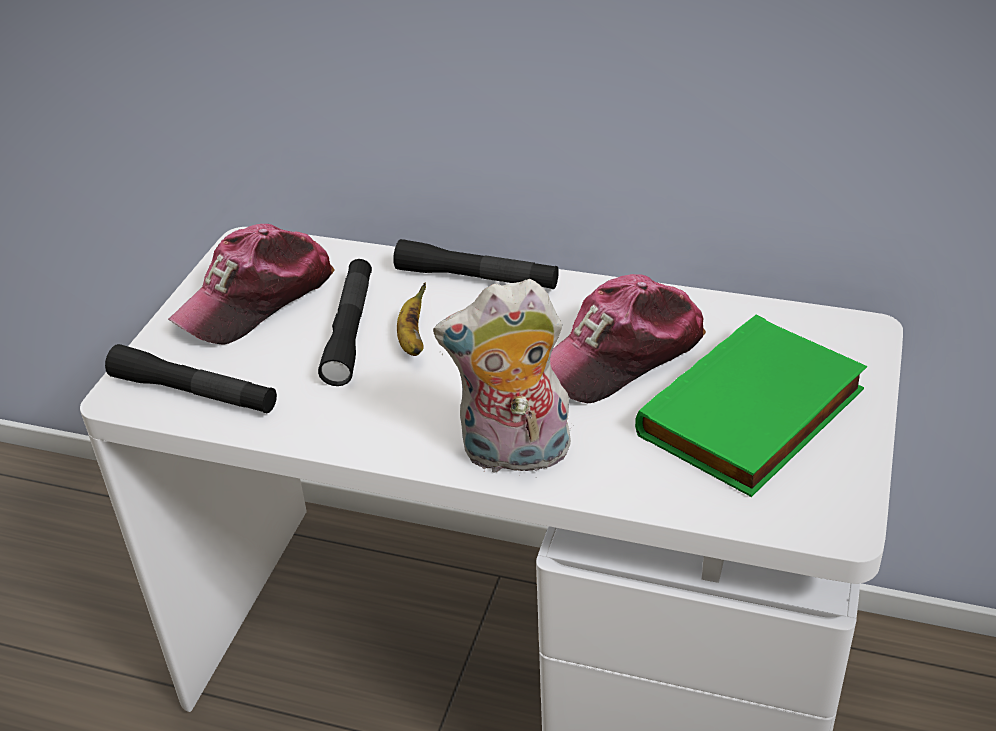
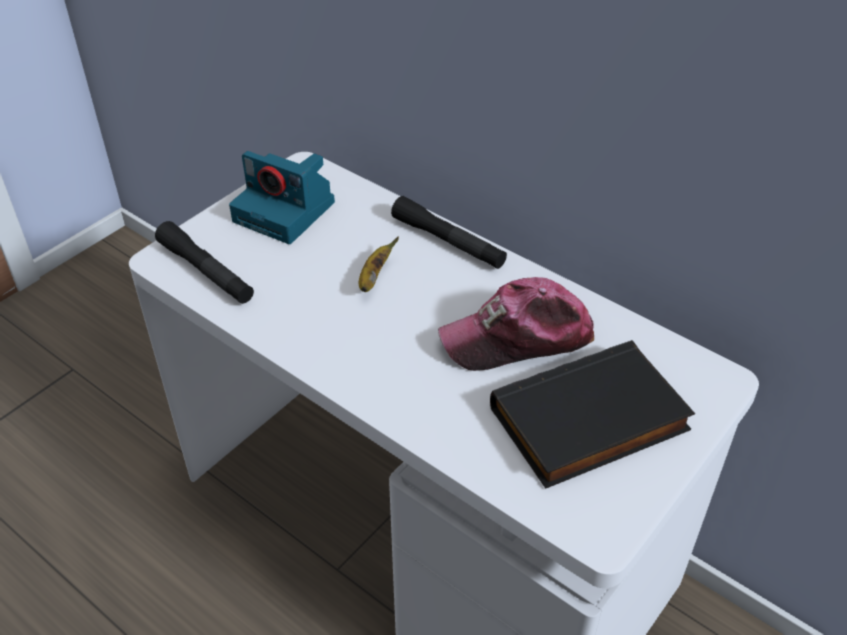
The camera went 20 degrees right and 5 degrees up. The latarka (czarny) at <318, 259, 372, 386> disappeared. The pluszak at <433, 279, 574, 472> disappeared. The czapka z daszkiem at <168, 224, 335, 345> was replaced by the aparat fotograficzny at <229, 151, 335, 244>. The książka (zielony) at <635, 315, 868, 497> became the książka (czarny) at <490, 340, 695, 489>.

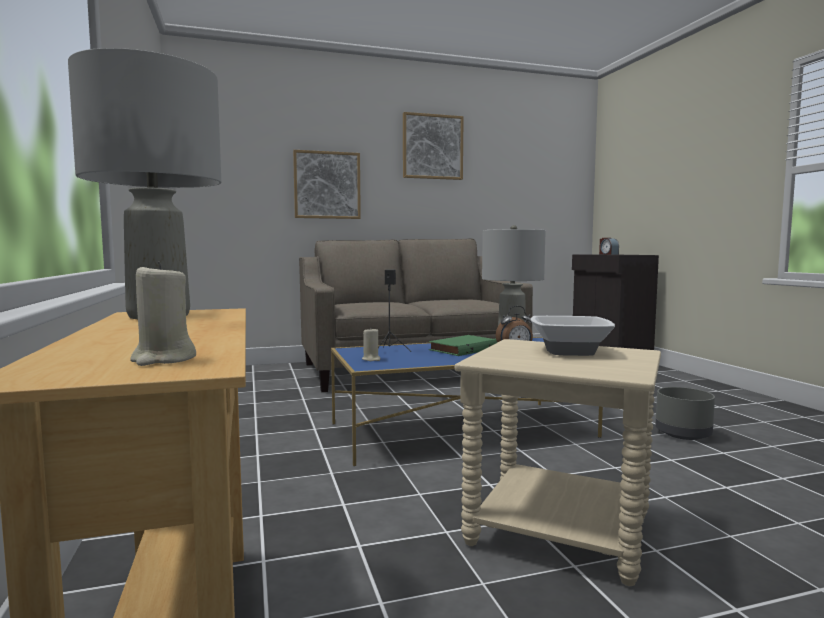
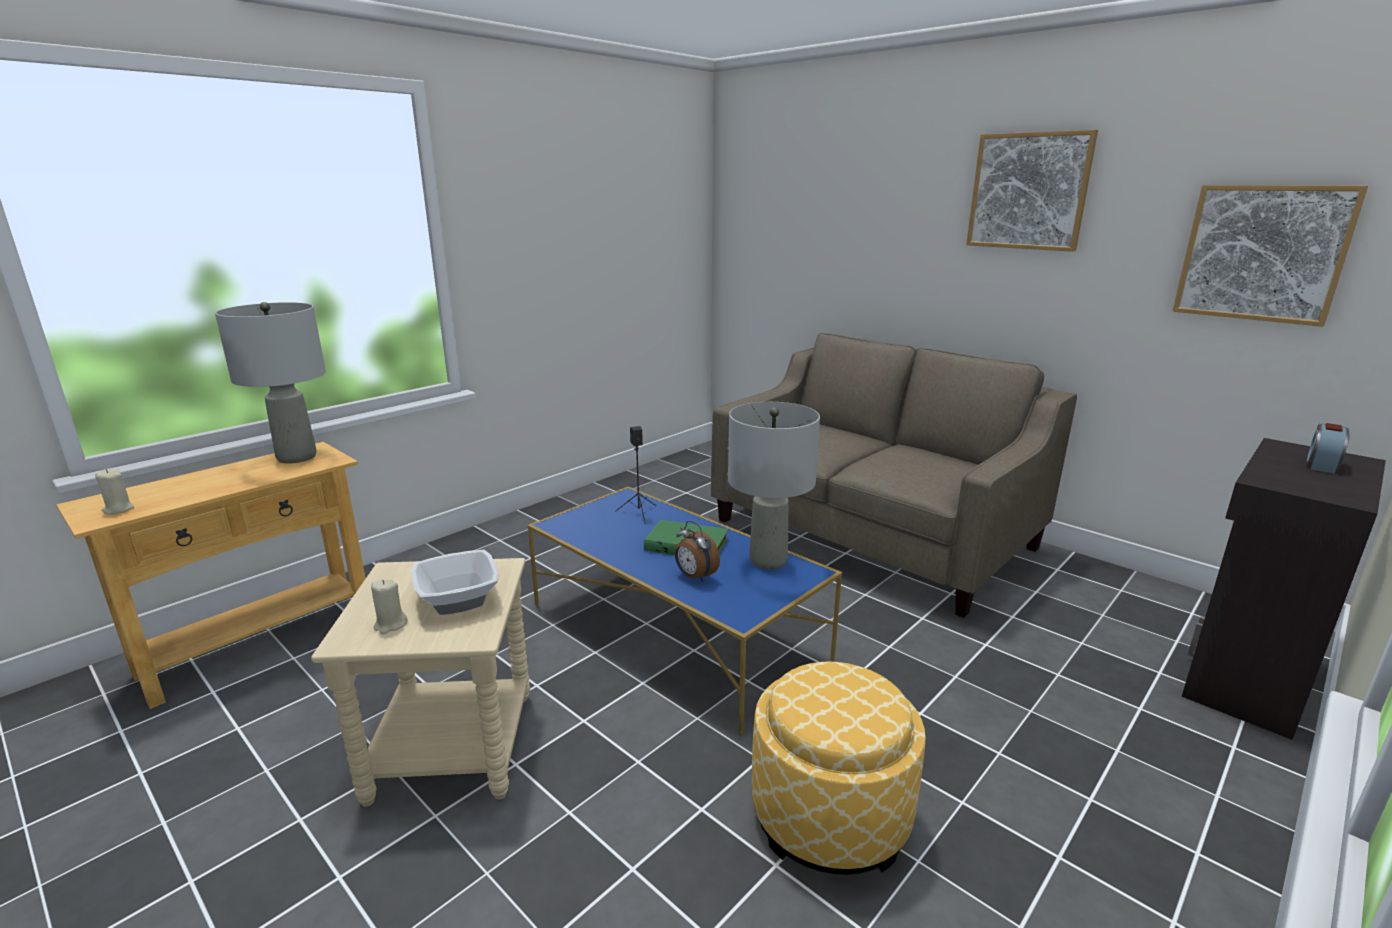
The camera went 60 degrees right and 15 degrees up. The obraz moved from <293, 150, 361, 219> to <1173, 185, 1368, 327>. The świeca (beżowy) moved from <362, 329, 380, 361> to <371, 580, 408, 634>. The donica (szary) at <655, 387, 715, 440> was replaced by the pufa at <752, 662, 926, 875>.

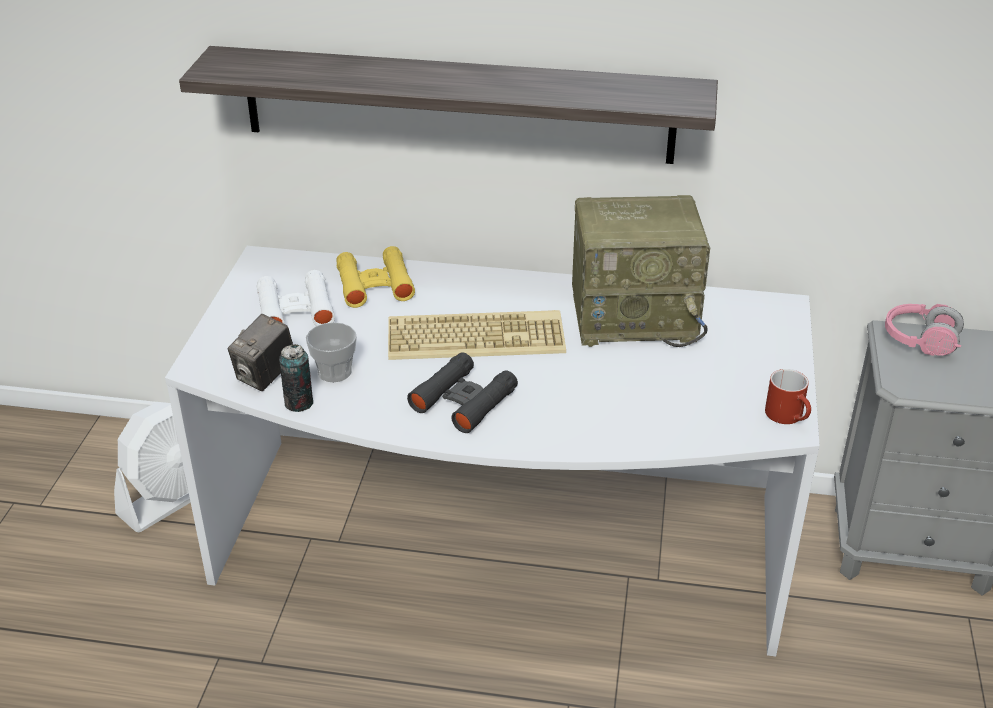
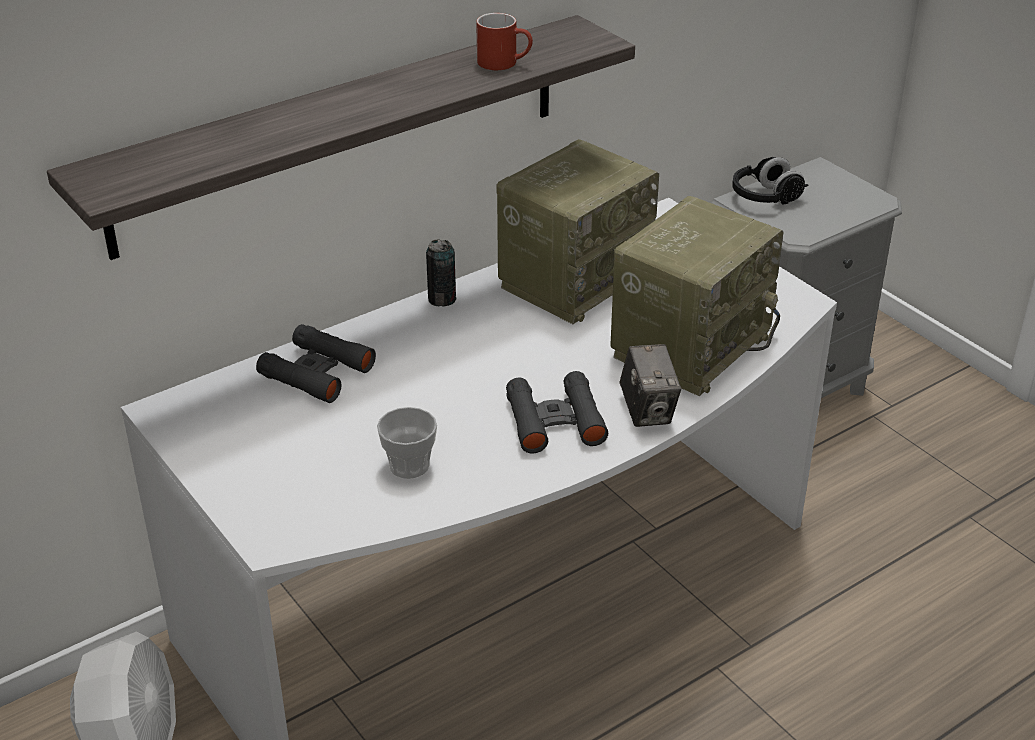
The camera went 45 degrees left and 0 degrees up. The lornetka (biały) at <257, 270, 335, 326> disappeared. The klawiatura at <388, 310, 566, 360> disappeared. The radio at <610, 196, 784, 396> appeared. The aparat fotograficzny moved from <228, 314, 293, 391> to <620, 344, 681, 427>. The puszka moved from <279, 344, 313, 412> to <426, 239, 457, 307>. The kubek (czerwony) moved from <765, 369, 811, 424> to <476, 13, 533, 70>. The lornetka (żółty) at <336, 246, 415, 308> became the lornetka (czarny) at <256, 324, 376, 403>. The słuchawki (różowy) at <885, 304, 964, 356> became the słuchawki (czarny) at <733, 157, 809, 205>.

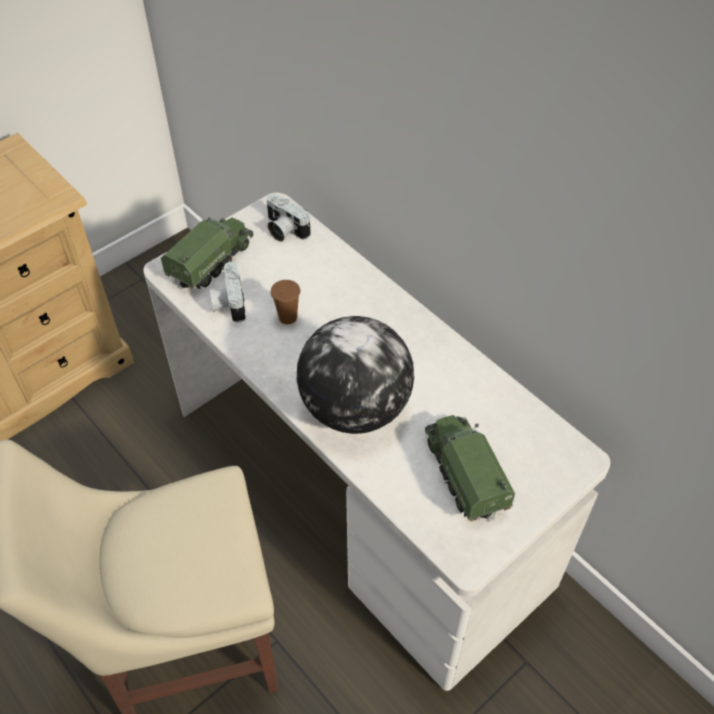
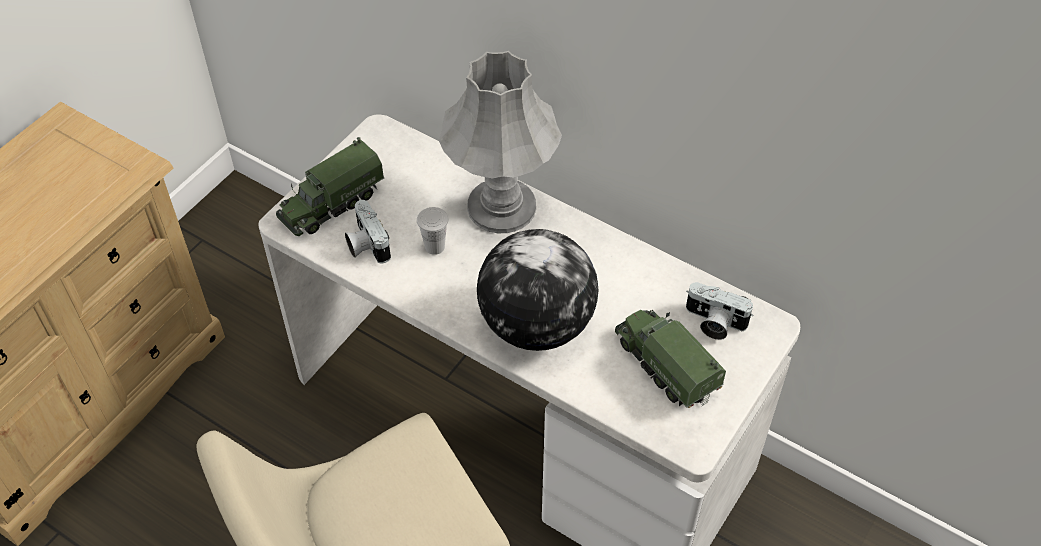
The camera went 15 degrees left and 0 degrees up. The lampa stołowa (szary) at <439, 51, 562, 233> appeared. The aparat fotograficzny moved from <266, 193, 311, 242> to <686, 282, 754, 340>. The filiżanka (brązowy) at <271, 280, 300, 324> became the filiżanka (biały) at <417, 207, 449, 255>. The ciężarówka zabawkowa at <161, 218, 253, 290> turned 150 degrees counterclockwise.

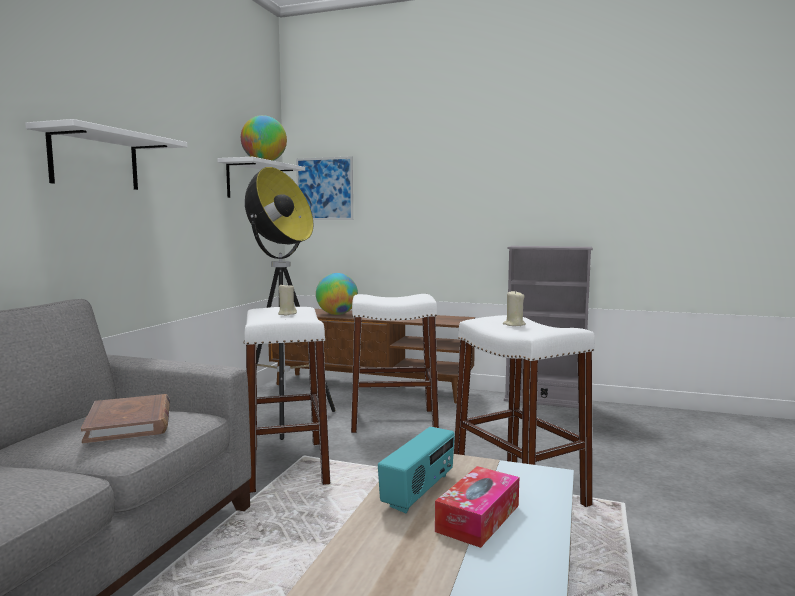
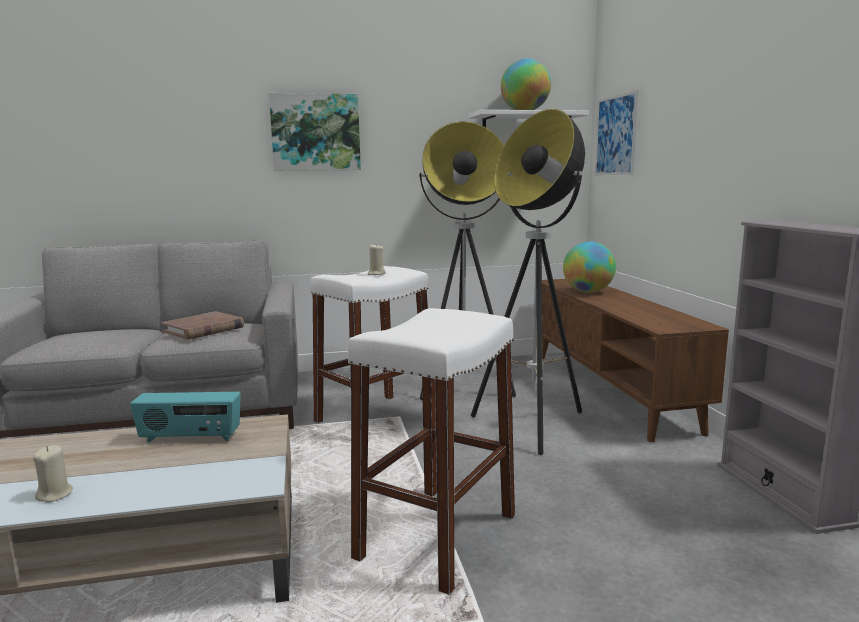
The camera went 60 degrees right and 5 degrees up. The pudełko chusteczek at <435, 466, 519, 548> disappeared. The świeca (beżowy) moved from <503, 290, 526, 326> to <33, 445, 73, 503>. The półka (biały) at <25, 119, 187, 190> was replaced by the obraz at <269, 93, 361, 171>. The stołek (biały) at <351, 294, 439, 433> was replaced by the lampa stojąca at <471, 109, 585, 455>.

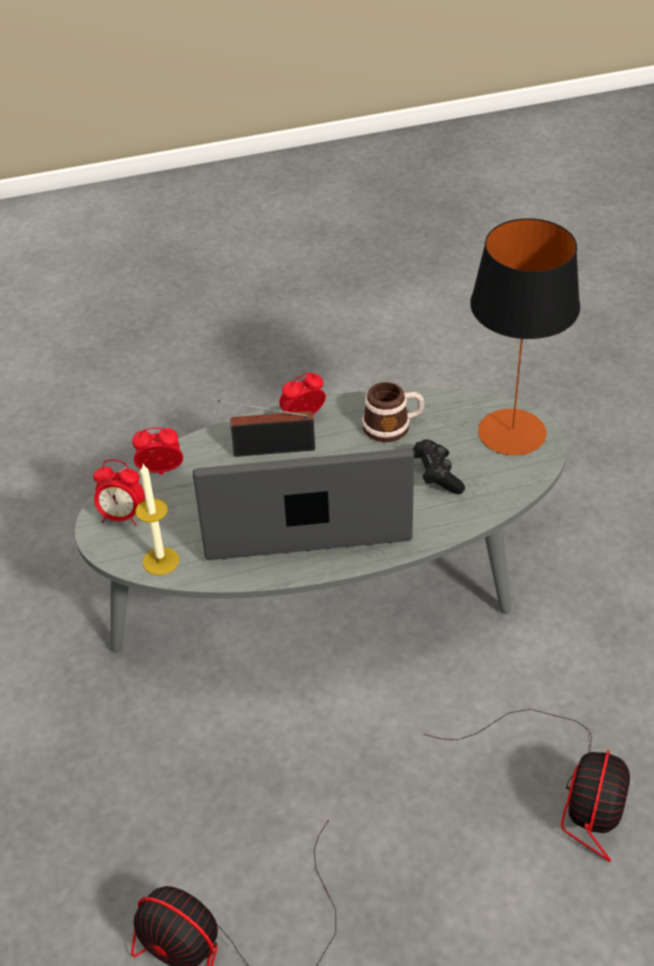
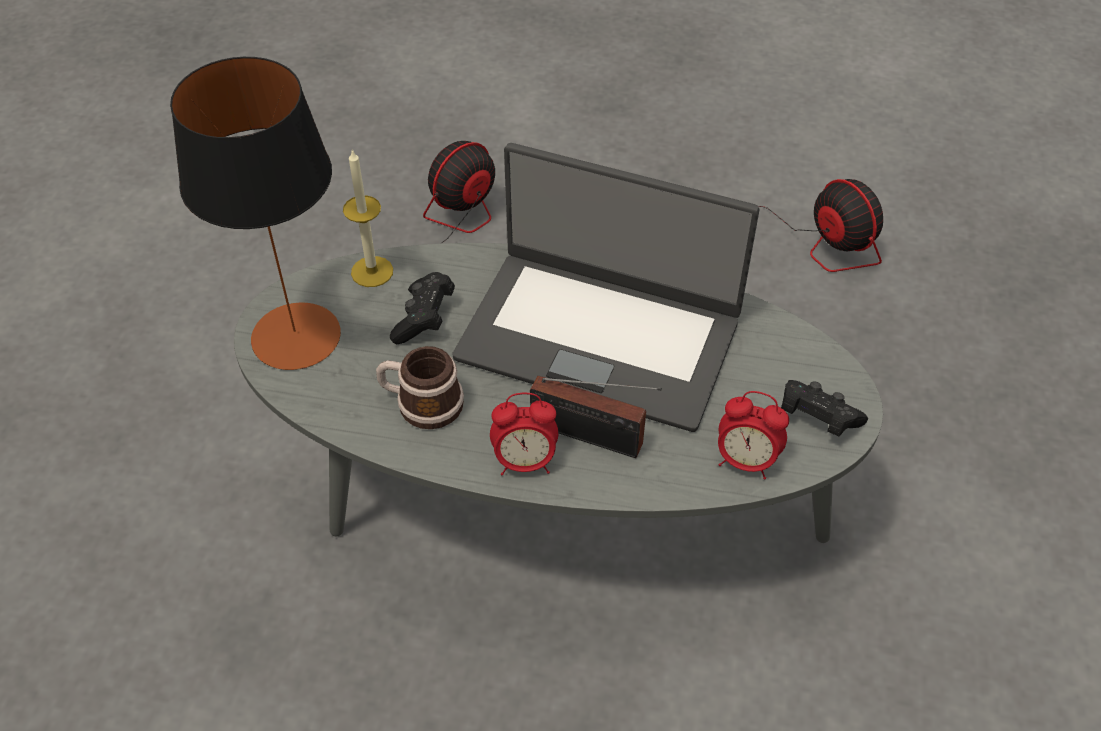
The camera went 155 degrees left and 5 degrees up. The świeca moved from <136, 464, 179, 575> to <343, 149, 393, 287>. The budzik at <93, 459, 145, 526> was replaced by the pad do gier (czarny) at <781, 380, 868, 436>.

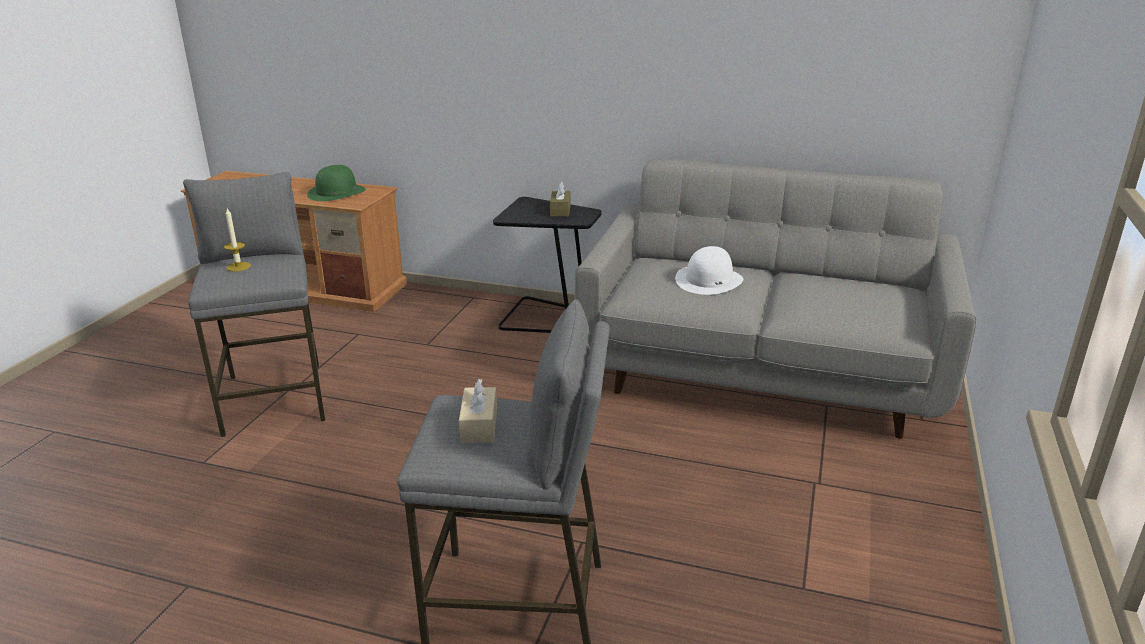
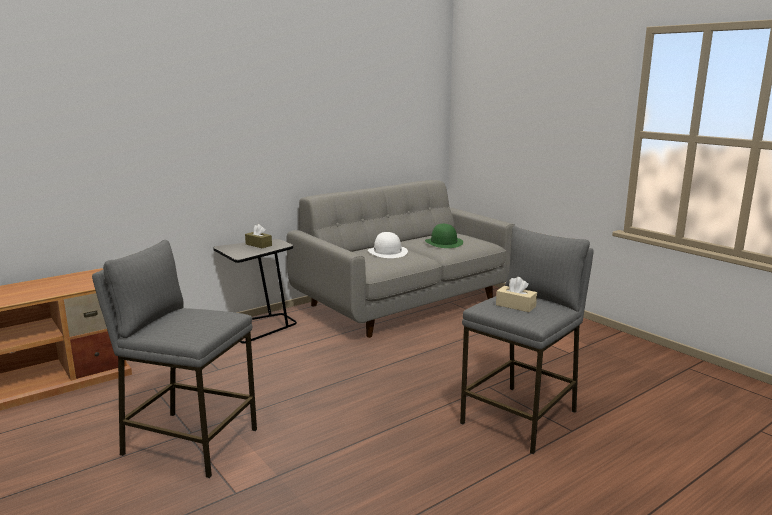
The camera went 55 degrees left and 10 degrees down. The świeca at <224, 209, 251, 271> disappeared. The kapelusz (zielony) moved from <307, 165, 366, 201> to <425, 224, 463, 248>.

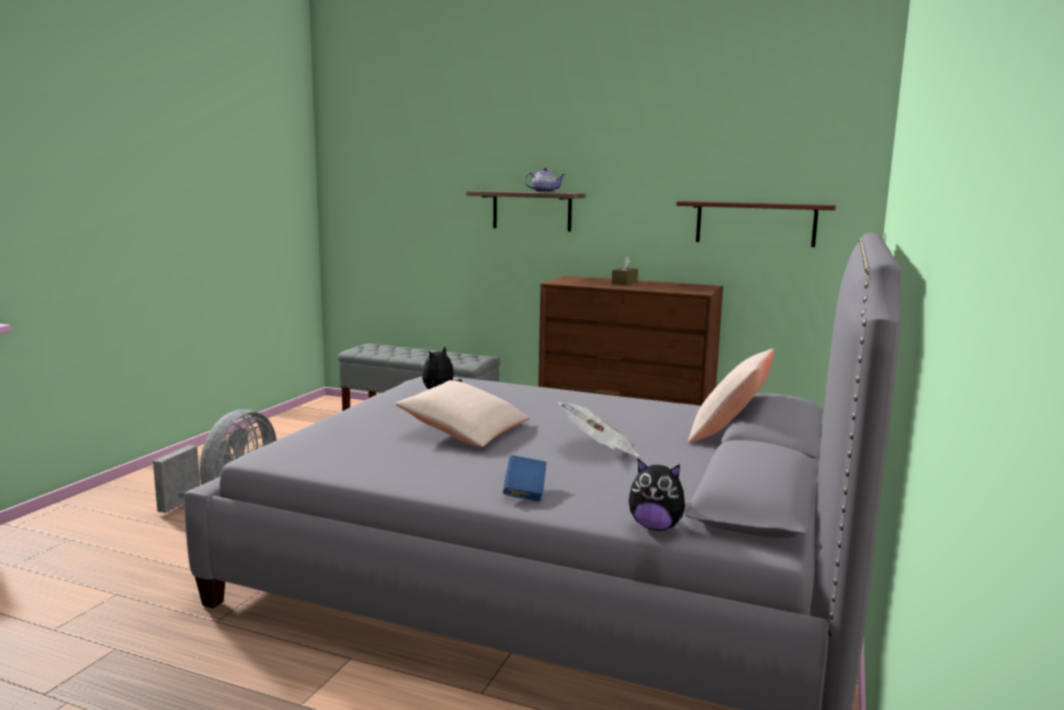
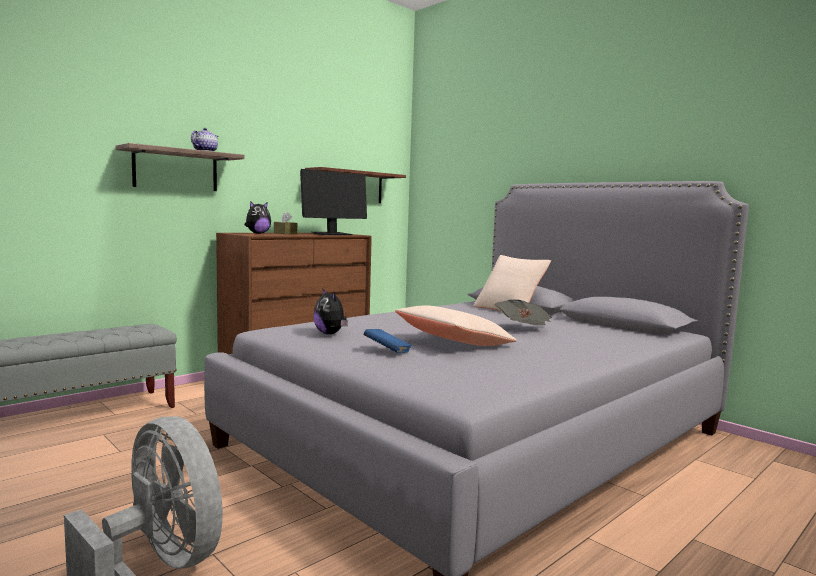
The camera went 65 degrees left and 5 degrees down. The monitor at <300, 169, 367, 235> appeared. The książka (niebieski) moved from <503, 455, 547, 501> to <364, 329, 412, 353>. The pluszak moved from <629, 459, 693, 531> to <245, 201, 271, 234>.

